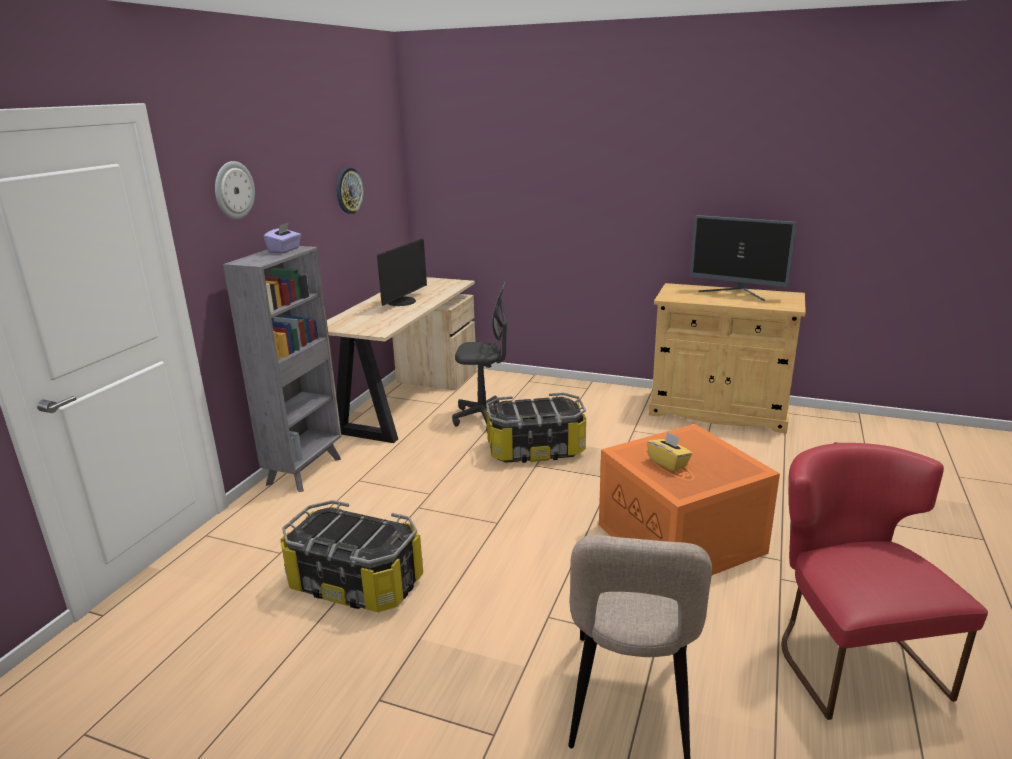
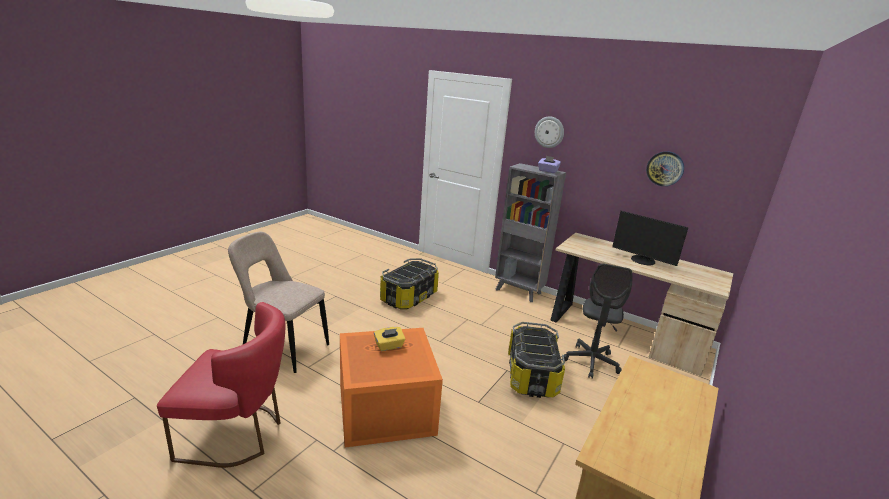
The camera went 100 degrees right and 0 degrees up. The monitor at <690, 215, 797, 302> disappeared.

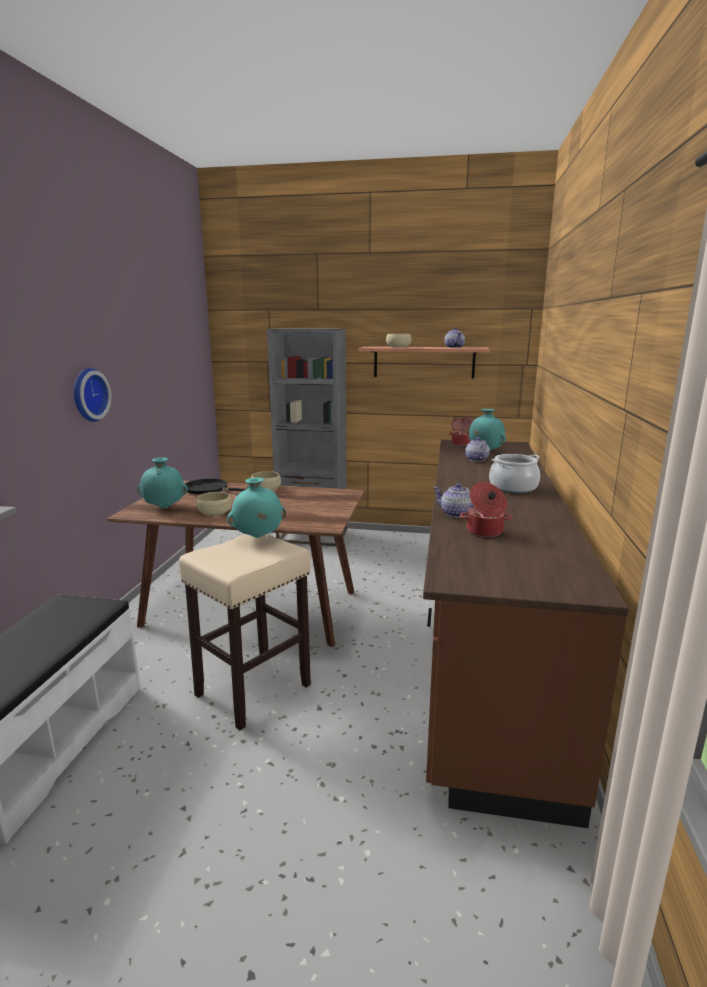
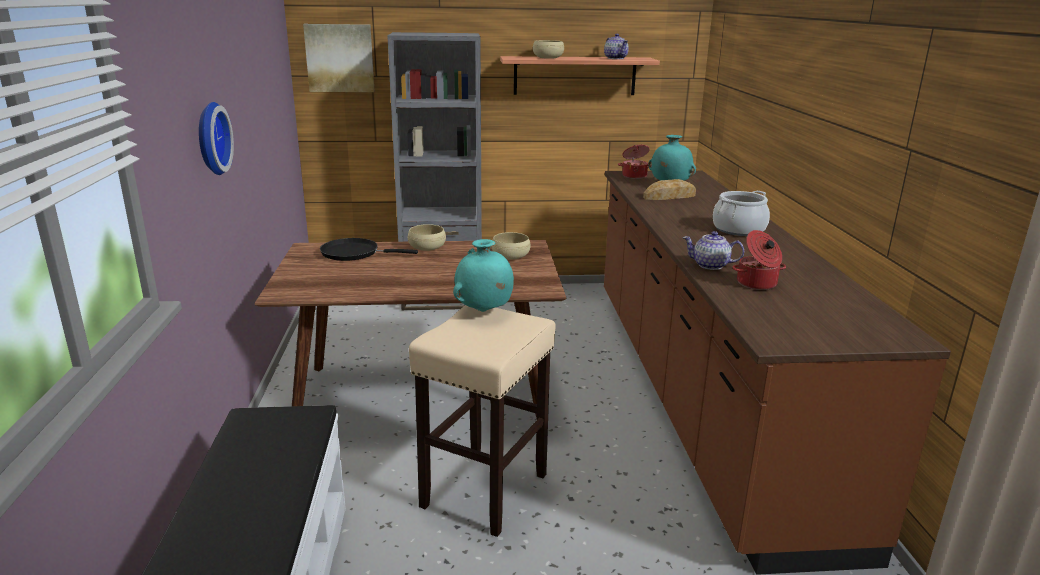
The camera went 15 degrees left and 5 degrees up. The wazon (turkusowy) at <137, 457, 188, 509> disappeared. The obraz at <303, 24, 375, 92> appeared. The miska (beżowy) moved from <196, 492, 232, 516> to <491, 232, 531, 260>. The imbryk at <465, 437, 490, 462> was replaced by the chleb at <643, 179, 696, 200>.

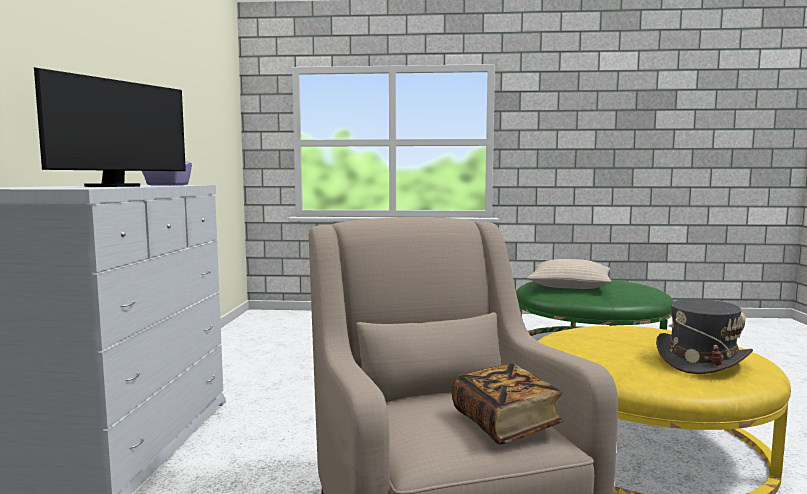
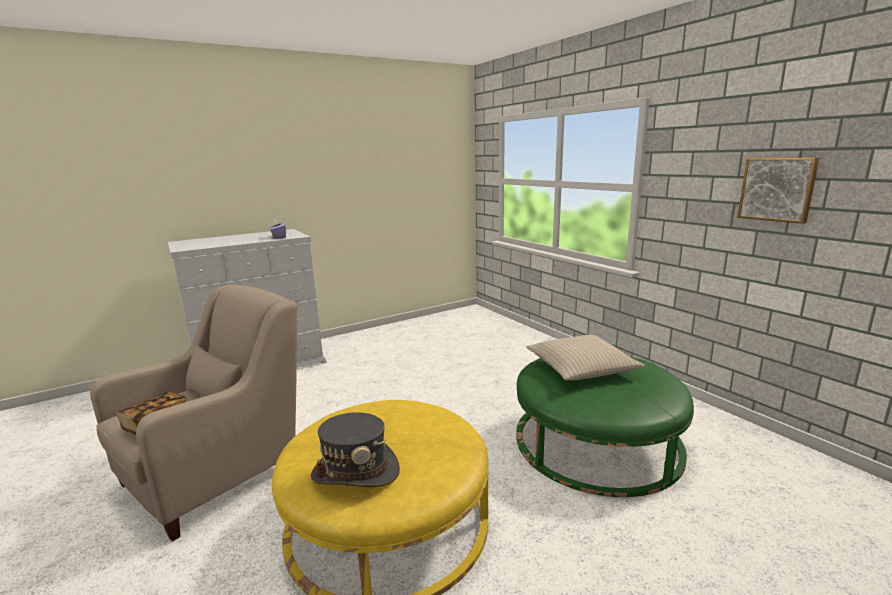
The camera went 55 degrees right and 10 degrees up. The monitor at <34, 67, 186, 187> disappeared. The obraz at <737, 157, 819, 224> appeared.

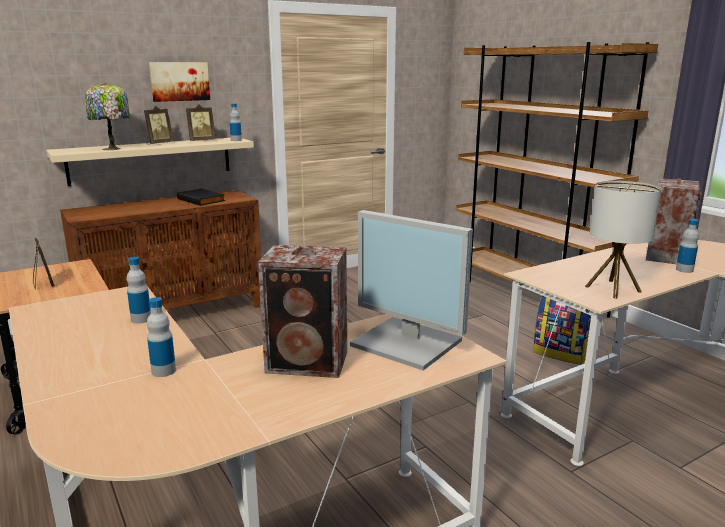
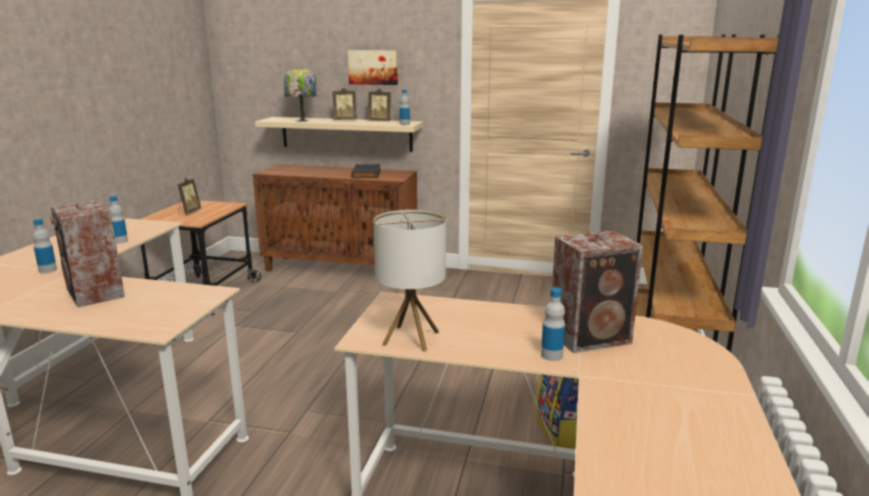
The camera went 45 degrees right and 0 degrees up. The monitor at <350, 210, 473, 371> disappeared.

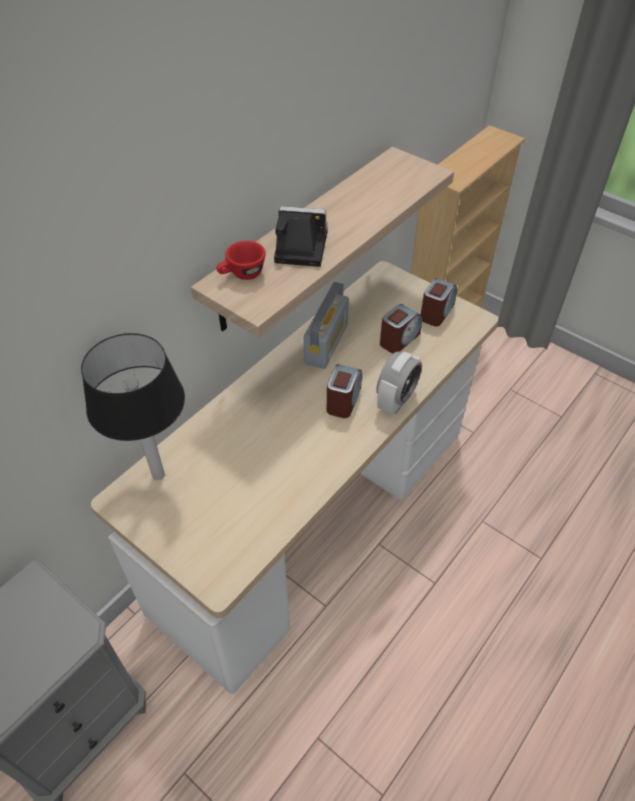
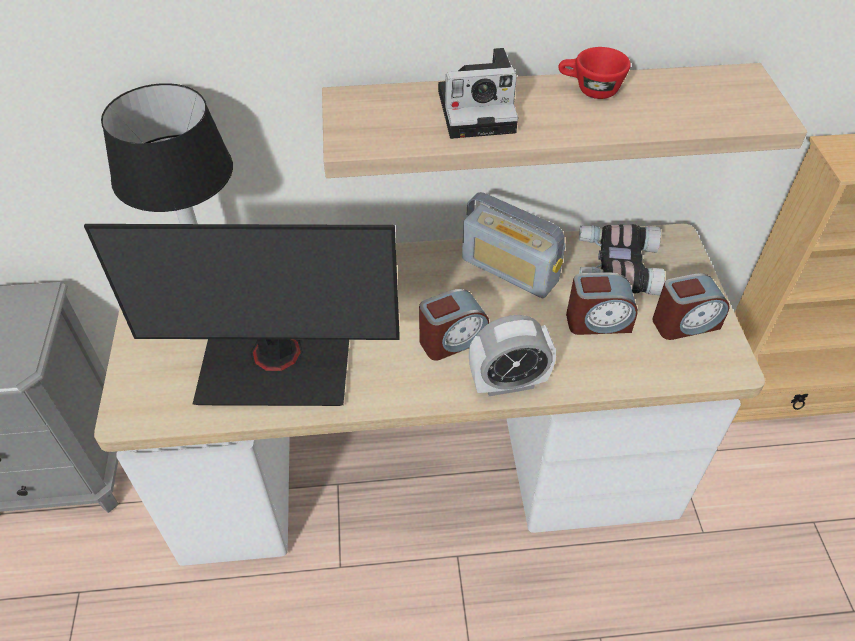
The camera went 45 degrees right and 0 degrees up. The monitor at <84, 224, 400, 406> appeared. The lornetka at <579, 224, 665, 295> appeared. The filiżanka (czerwony) moved from <216, 241, 266, 280> to <558, 47, 631, 99>. The aparat fotograficzny at <274, 206, 328, 267> turned 120 degrees clockwise. The radio at <304, 282, 349, 369> turned 60 degrees clockwise.

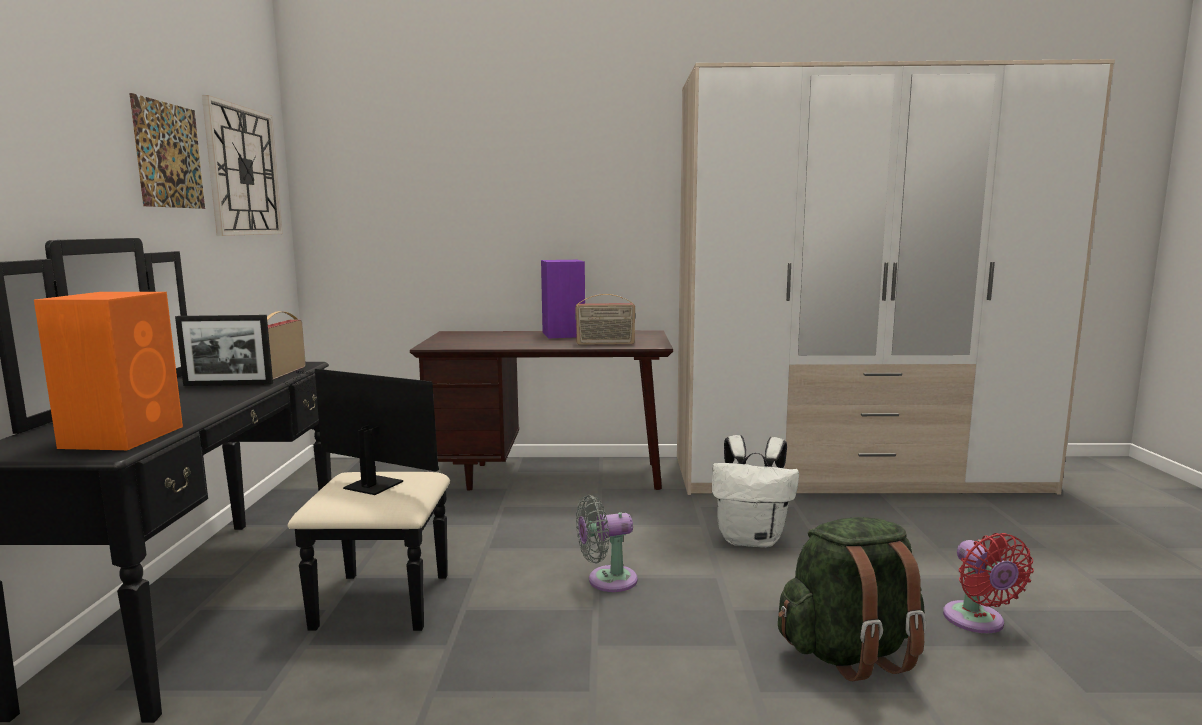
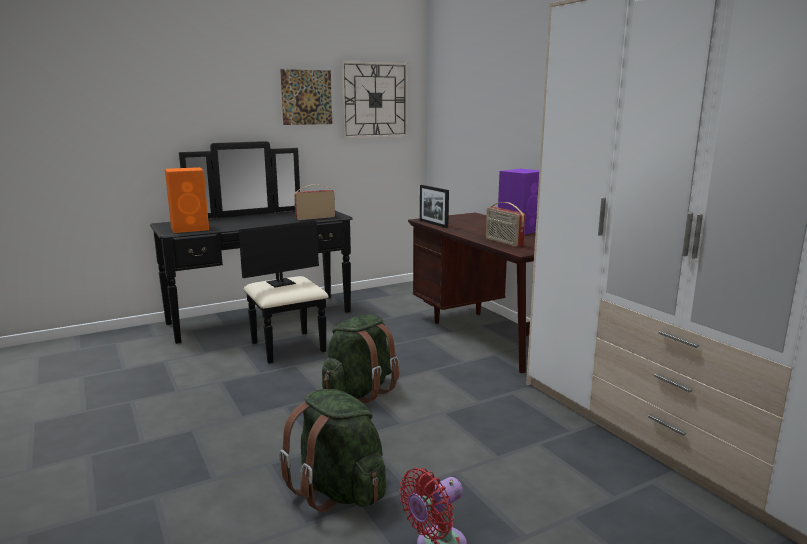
The camera went 60 degrees right and 5 degrees up. The plecak (biały) at <712, 435, 799, 548> disappeared. The ramka na zdjęcie moved from <175, 315, 273, 386> to <420, 185, 449, 228>. The wentylator (szary) at <576, 495, 638, 592> was replaced by the plecak (zielony) at <322, 315, 399, 403>. The monitor at <284, 369, 439, 495> turned 60 degrees clockwise.

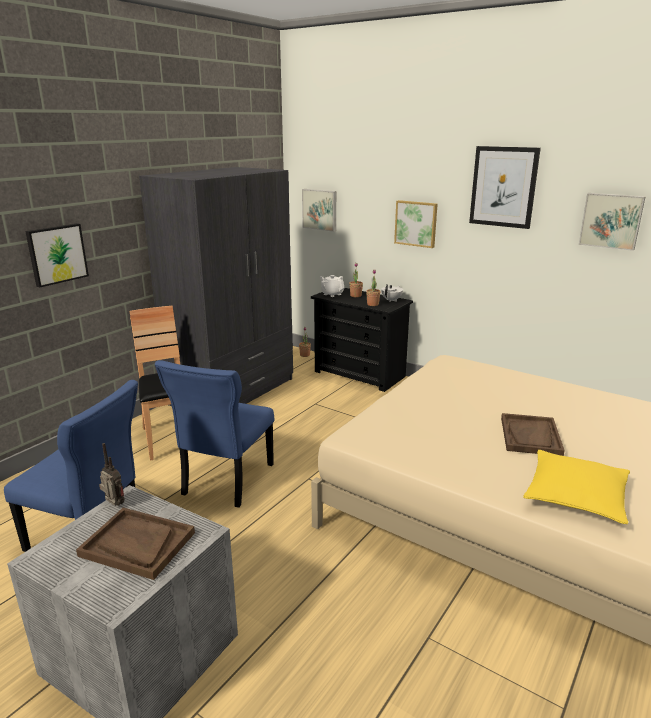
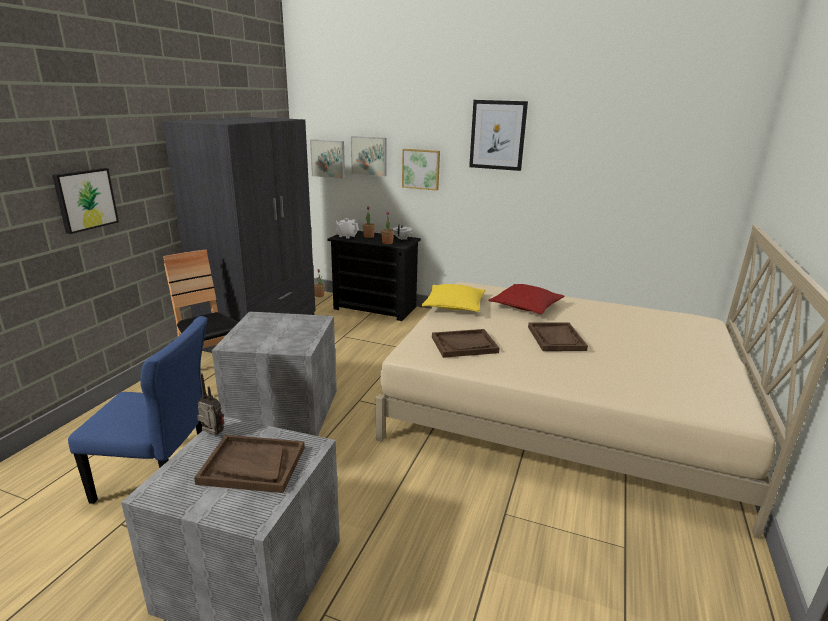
The camera went 15 degrees left and 0 degrees up. The taca (brązowy) at <432, 329, 499, 358> appeared. The poduszka (czerwony) at <488, 284, 564, 314> appeared. The poduszka (żółty) moved from <523, 450, 630, 524> to <422, 284, 486, 312>. The obraz moved from <579, 193, 646, 251> to <351, 136, 387, 177>. The krzesło (niebieski) at <155, 360, 274, 508> was replaced by the pojemnik do przechowywania (szary) at <212, 311, 337, 436>.

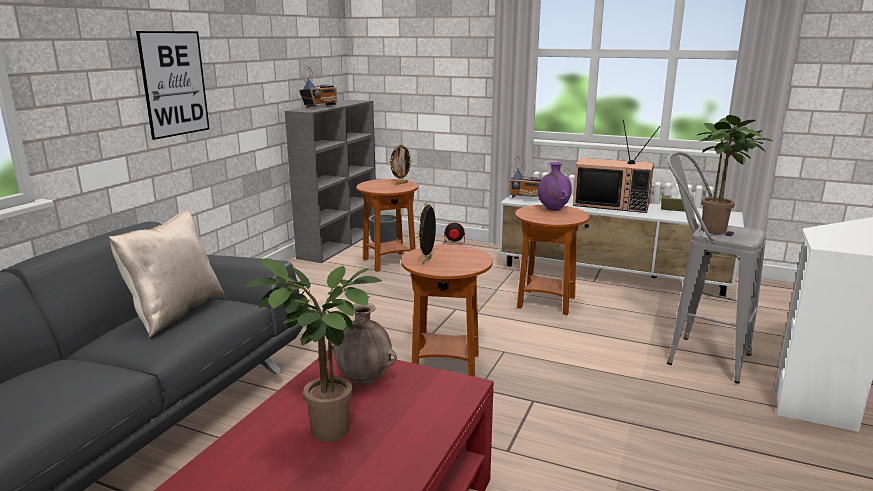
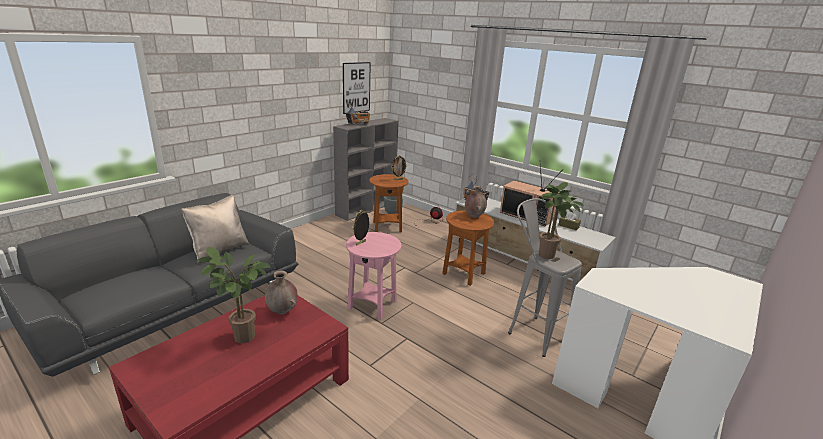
The camera went 15 degrees right and 5 degrees up. The obraz moved from <136, 31, 209, 140> to <343, 62, 371, 114>. The stolik (brązowy) at <401, 245, 493, 377> became the stolik (różowy) at <346, 232, 401, 319>. The wazon (fioletowy) at <538, 162, 572, 211> became the wazon (brązowy) at <465, 186, 487, 218>.

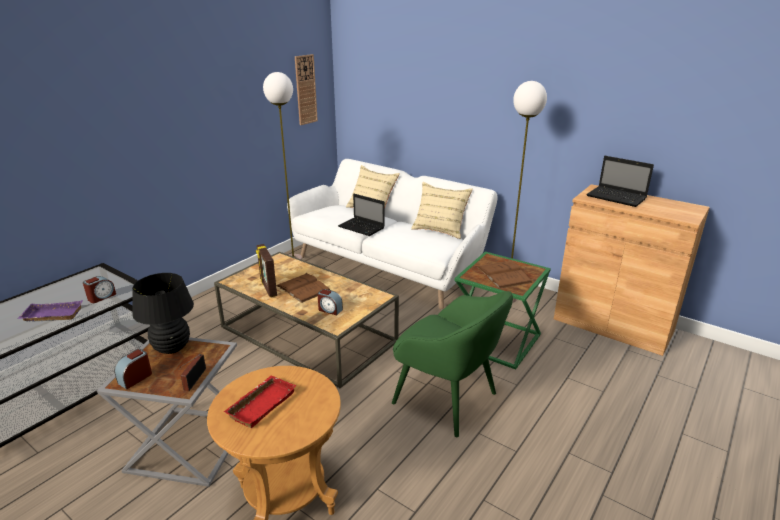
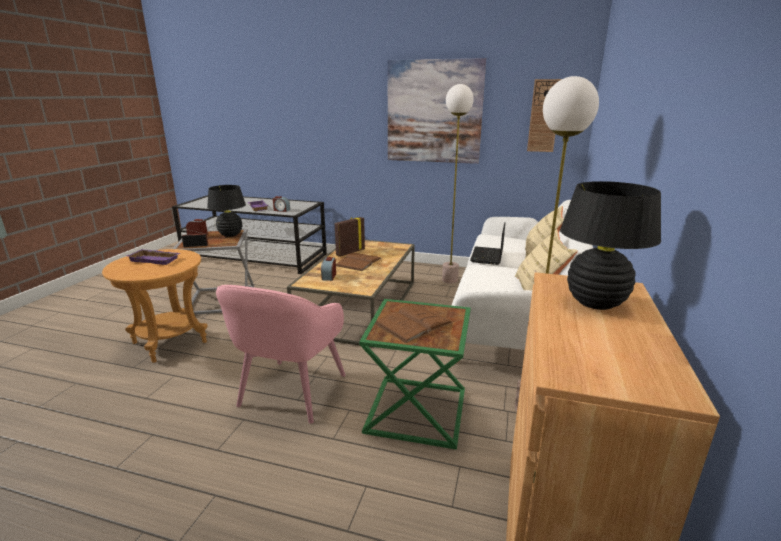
The camera went 70 degrees right and 5 degrees down. The obraz at <388, 58, 486, 164> appeared. The laptop at <586, 156, 654, 207> was replaced by the lampa stołowa (czarny) at <560, 181, 661, 310>. The taca (czerwony) at <223, 375, 296, 428> became the taca (fioletowy) at <126, 249, 180, 265>. The fotel (zielony) at <392, 291, 513, 437> became the fotel (różowy) at <216, 285, 346, 424>.

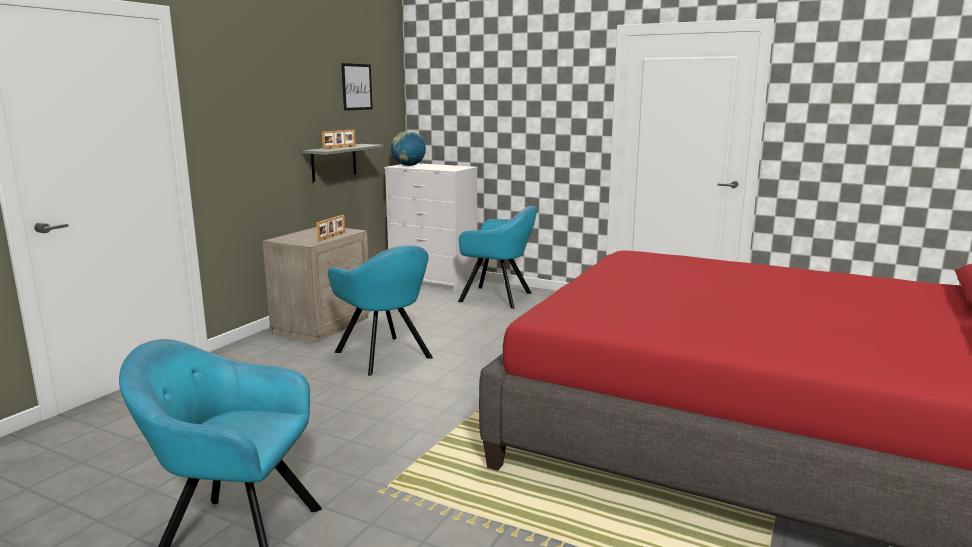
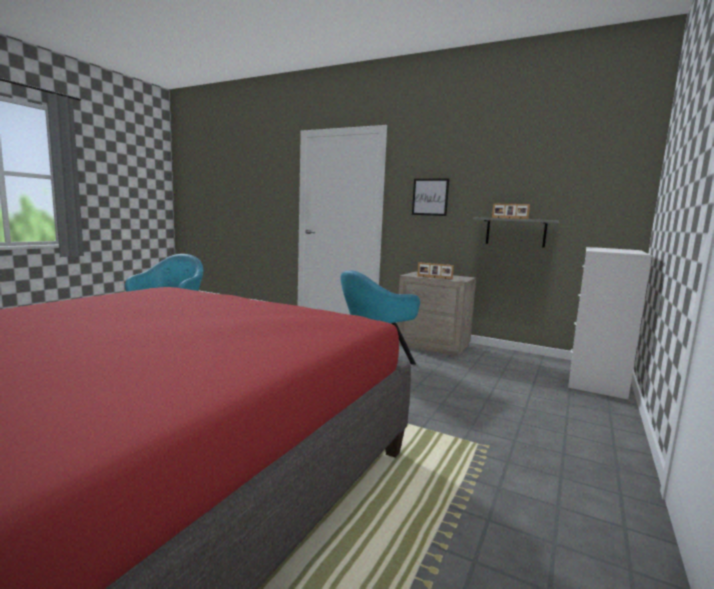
The camera went 90 degrees right and 5 degrees down. The globus at <391, 131, 426, 166> disappeared. The fotel (turkusowy) at <458, 206, 537, 309> disappeared. The obraz moved from <341, 63, 373, 111> to <412, 179, 449, 216>.

